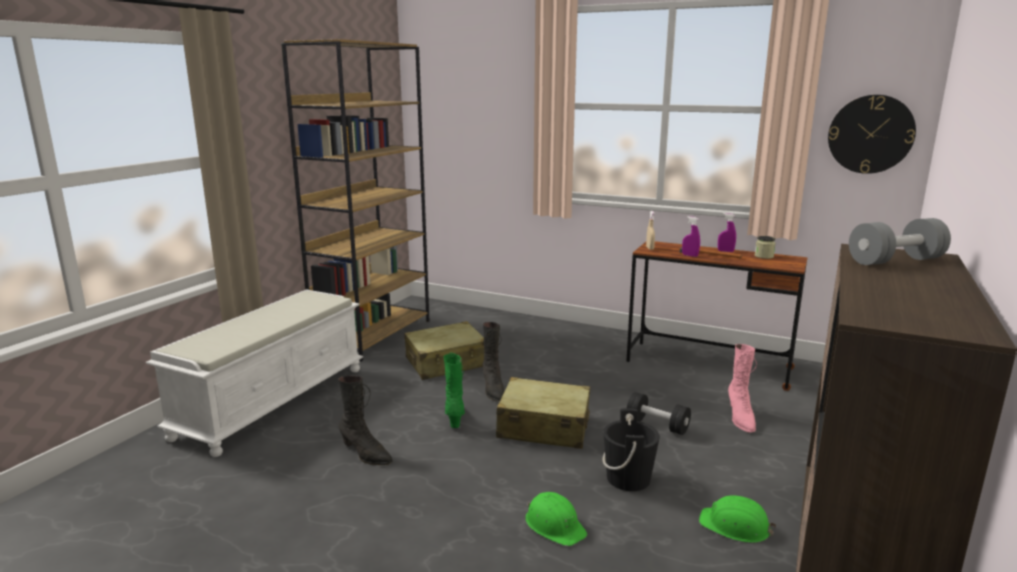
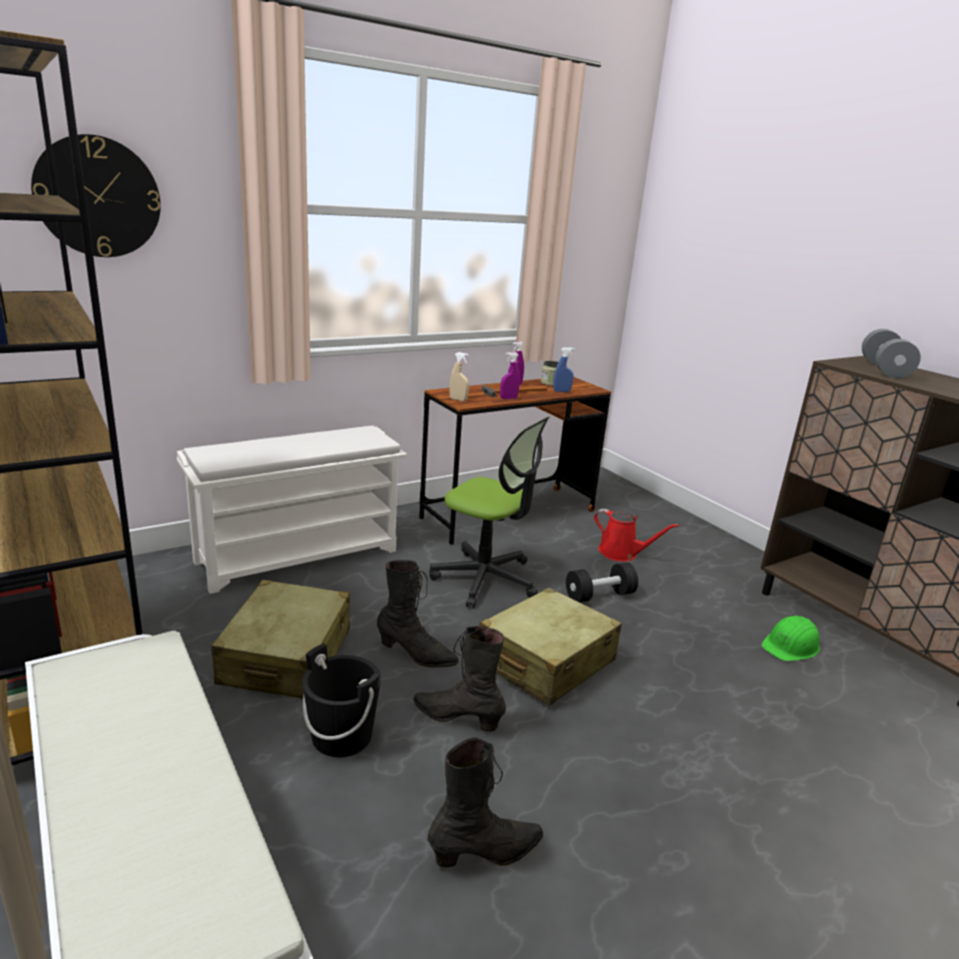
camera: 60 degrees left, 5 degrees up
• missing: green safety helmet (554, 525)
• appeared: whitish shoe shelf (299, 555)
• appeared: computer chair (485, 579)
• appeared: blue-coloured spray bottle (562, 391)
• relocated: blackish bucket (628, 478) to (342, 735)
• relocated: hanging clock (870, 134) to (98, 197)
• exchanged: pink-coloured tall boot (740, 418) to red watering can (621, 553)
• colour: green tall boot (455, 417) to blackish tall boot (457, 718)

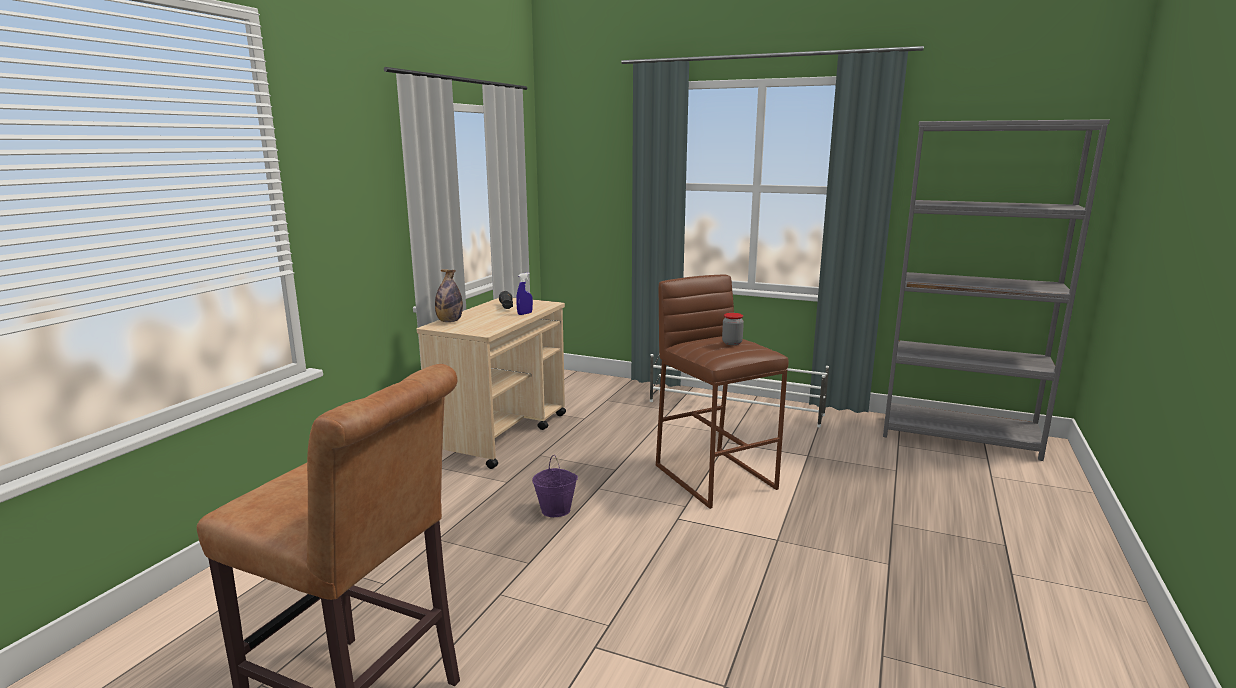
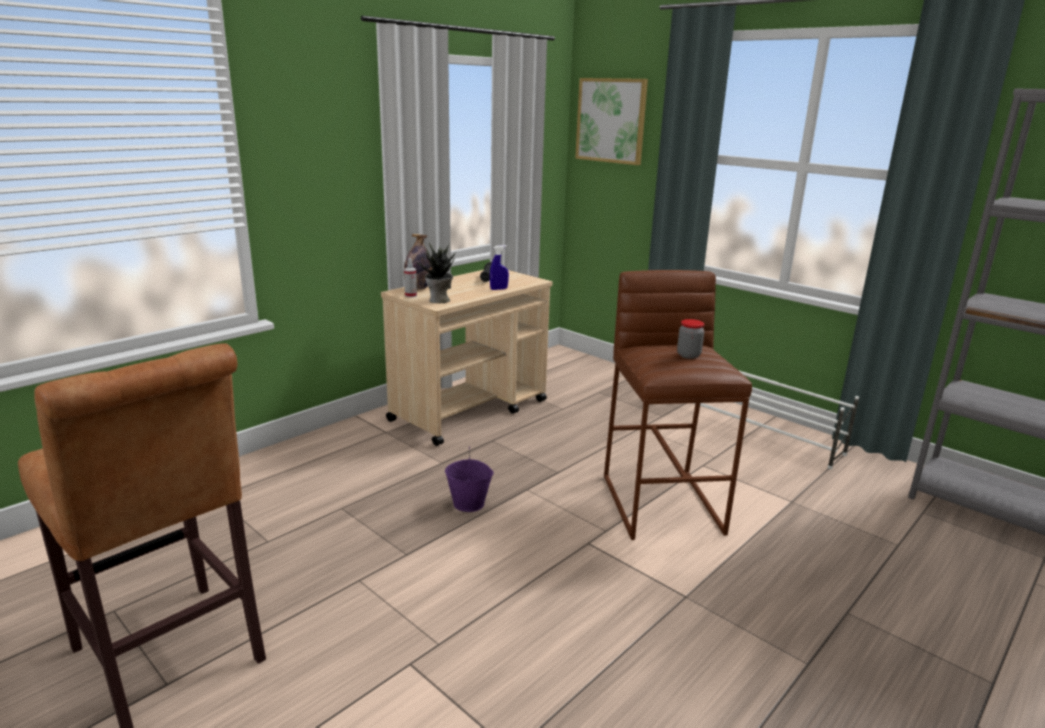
camera: 20 degrees right, 5 degrees up
• appeared: spray bottle (411, 296)
• appeared: potted plant (439, 300)
• appeared: wall picture (611, 120)

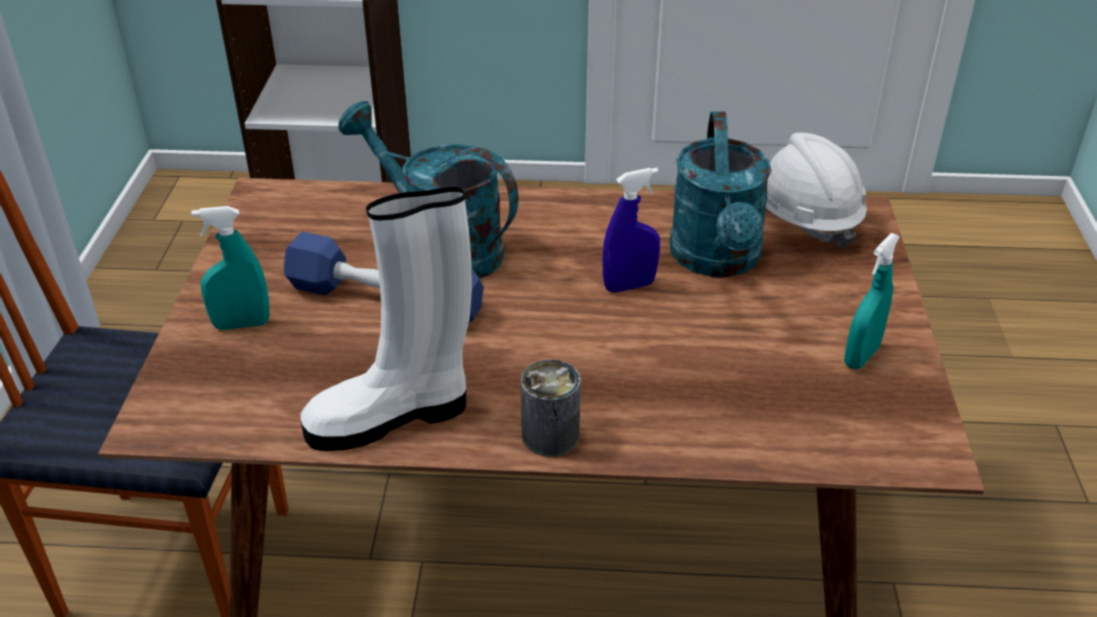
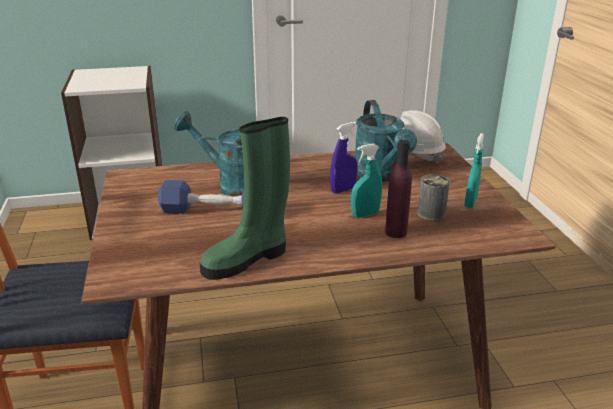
camera: 15 degrees left, 10 degrees down
• appeared: purple-coloured beverage bottle (396, 232)
• relocated: turquoise spray bottle (241, 324) to (365, 214)
• relocated: can (550, 436) to (431, 213)
• colour: whitish tall boot (392, 417) to green tall boot (247, 259)

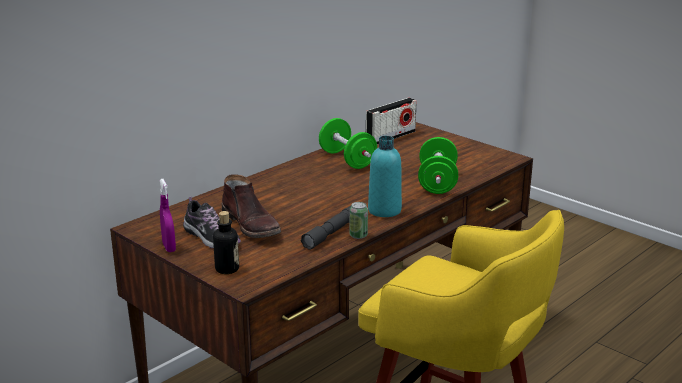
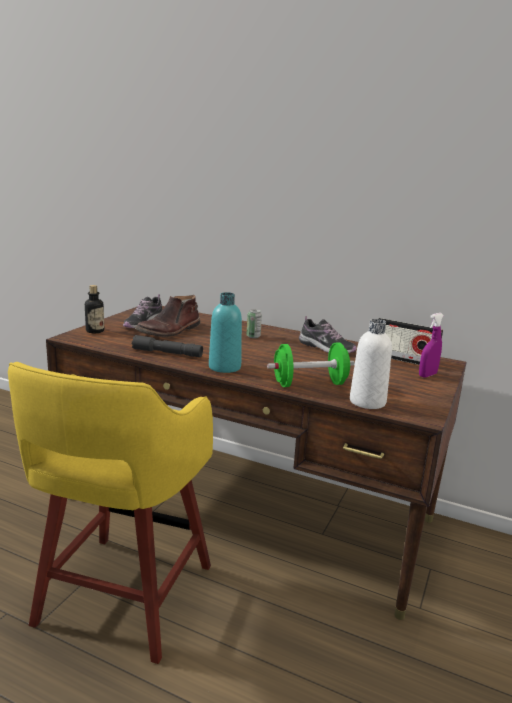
camera: 70 degrees right, 5 degrees down
• appeared: whitish beverage bottle (367, 402)
• relocated: purple-coloured spray bottle (169, 247) to (427, 375)
• relocated: can (358, 235) to (253, 336)
• exchanged: green free weight (347, 160) to shoe (326, 348)

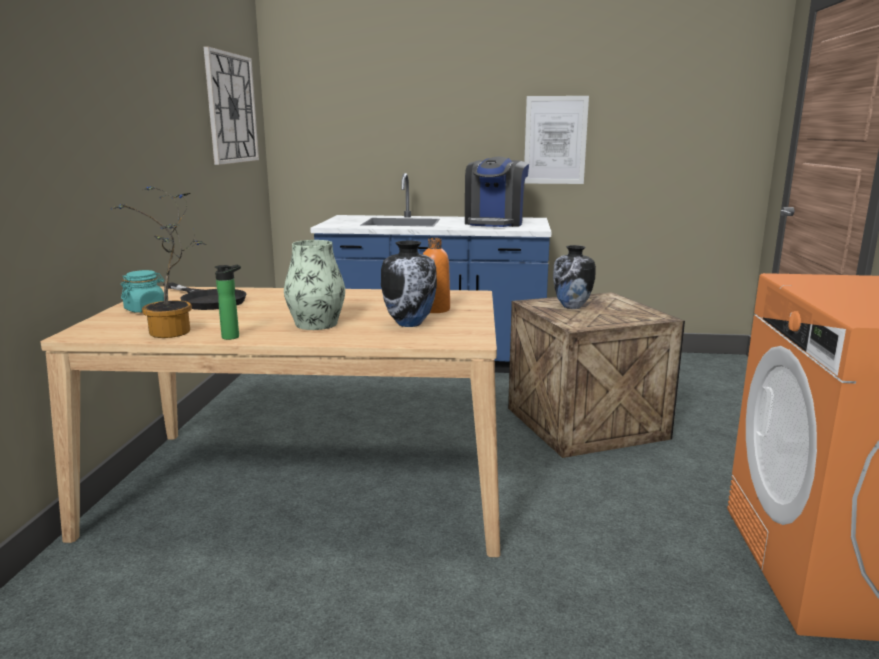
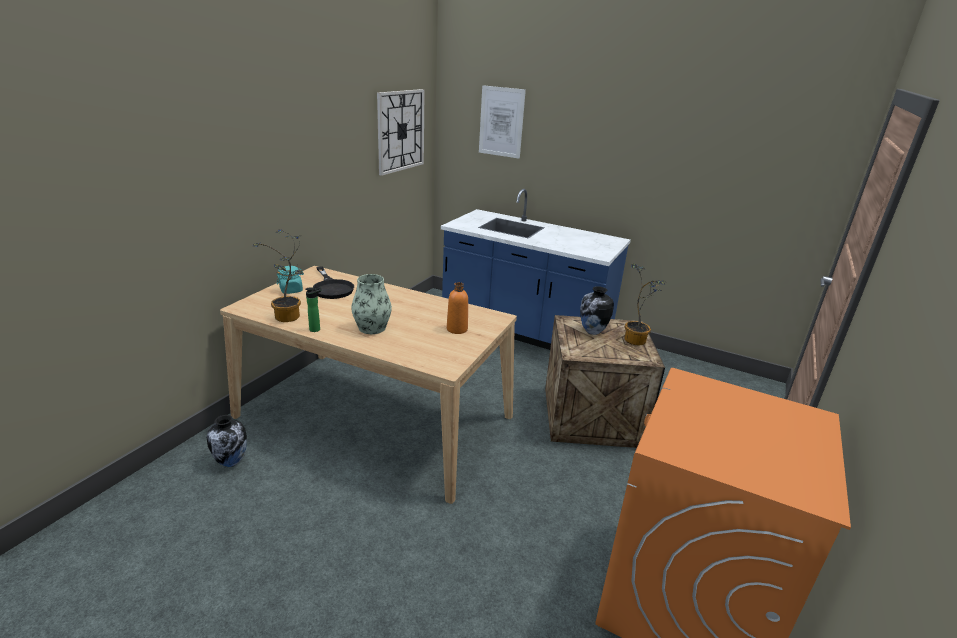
camera: 20 degrees right, 10 degrees up
• missing: coffee maker (495, 223)
• appeared: potted plant (637, 339)
• relocated: flower vase (410, 323) to (232, 462)
• relocated: wall picture (555, 140) to (501, 122)

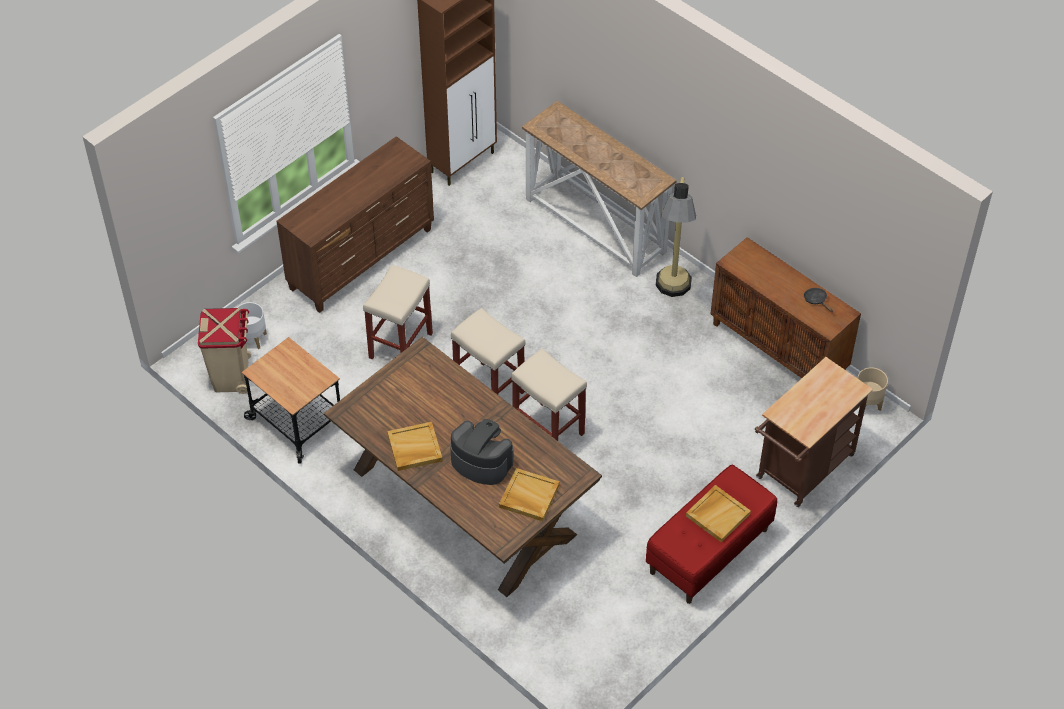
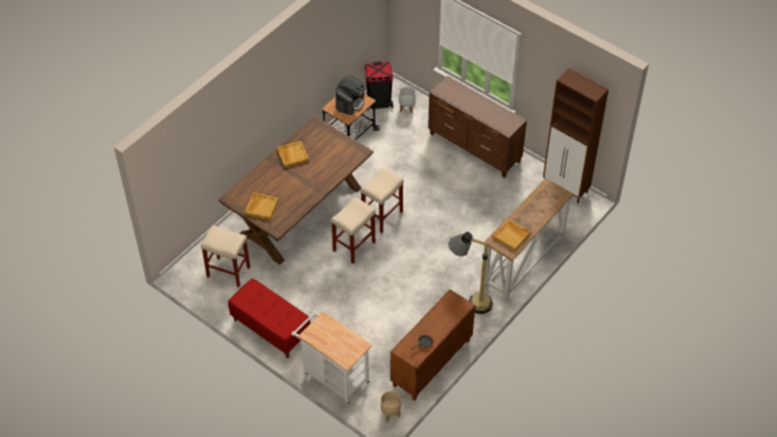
camera: 85 degrees right, 0 degrees up
• relocated: sand-coloured sitting stool (400, 346) to (228, 272)
• relocated: coffee maker (481, 462) to (350, 102)
• relocated: sand-coloured serving tray (717, 514) to (511, 235)
• colour: sand-coloured trash can (232, 376) to blackish trash can (379, 103)
• colour: brown wheeled cart (801, 471) to whitish wheeled cart (333, 376)

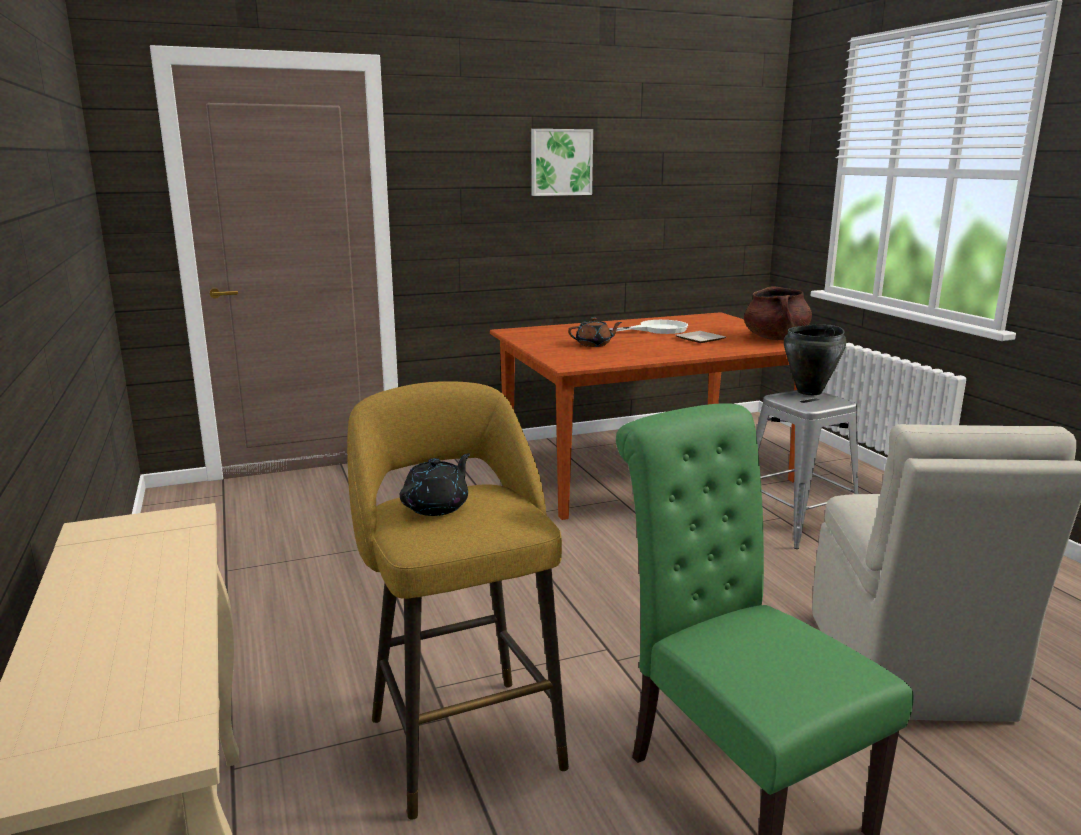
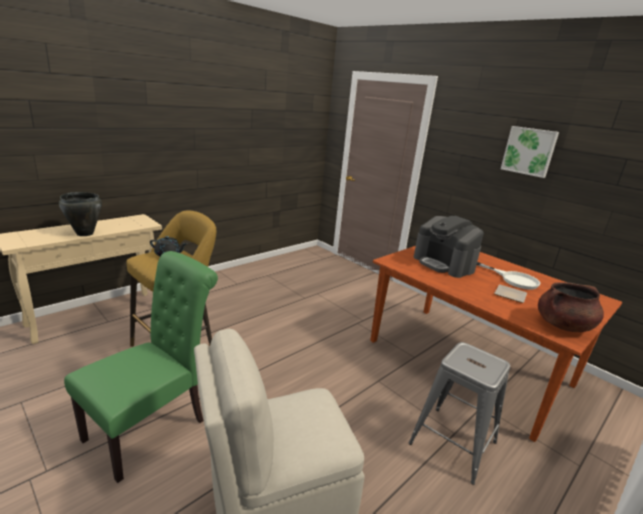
camera: 65 degrees right, 5 degrees up
• relocated: blackish cooking pot (810, 392) to (85, 234)
• exchanged: brown teapot (594, 344) to coffee maker (444, 264)

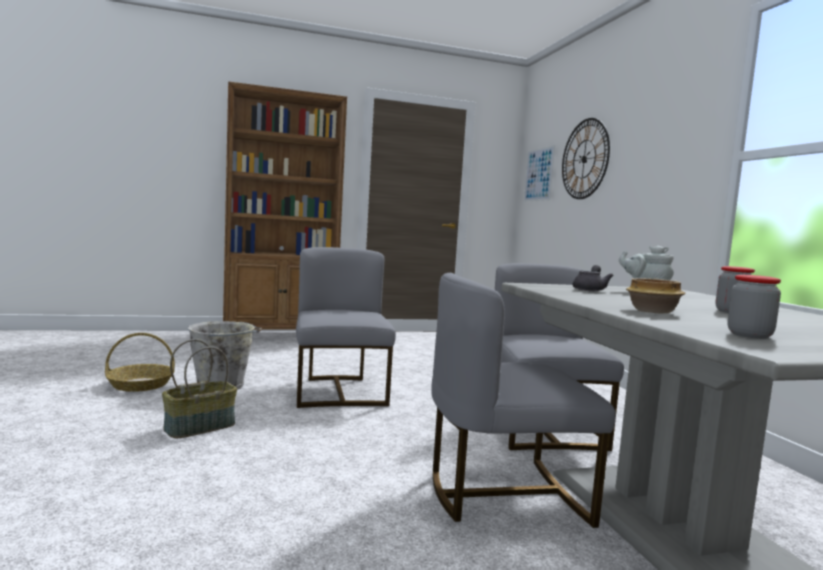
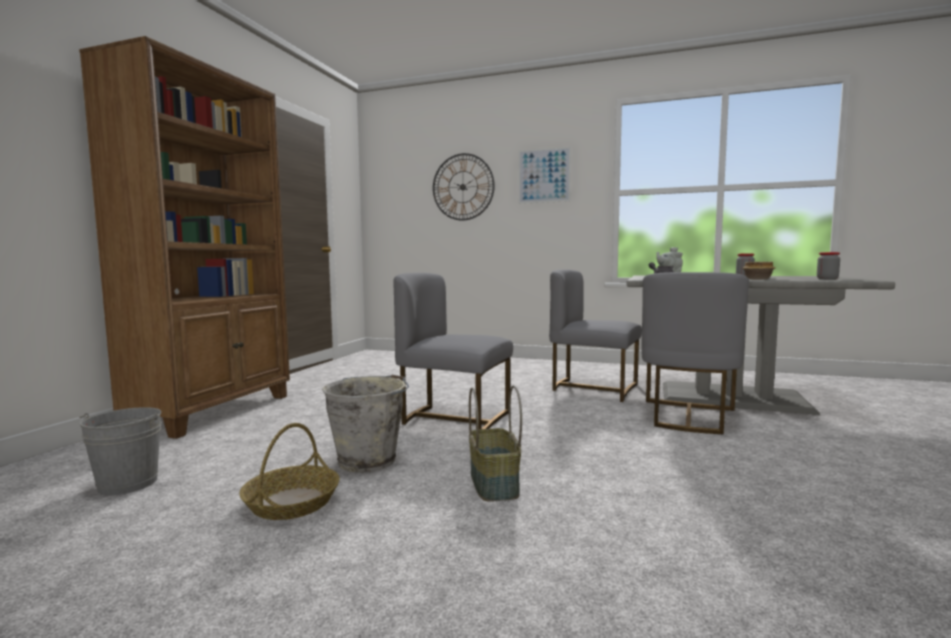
camera: 55 degrees left, 0 degrees up
• appeared: greyish bucket (127, 484)
• relocated: wall picture (539, 174) to (544, 175)

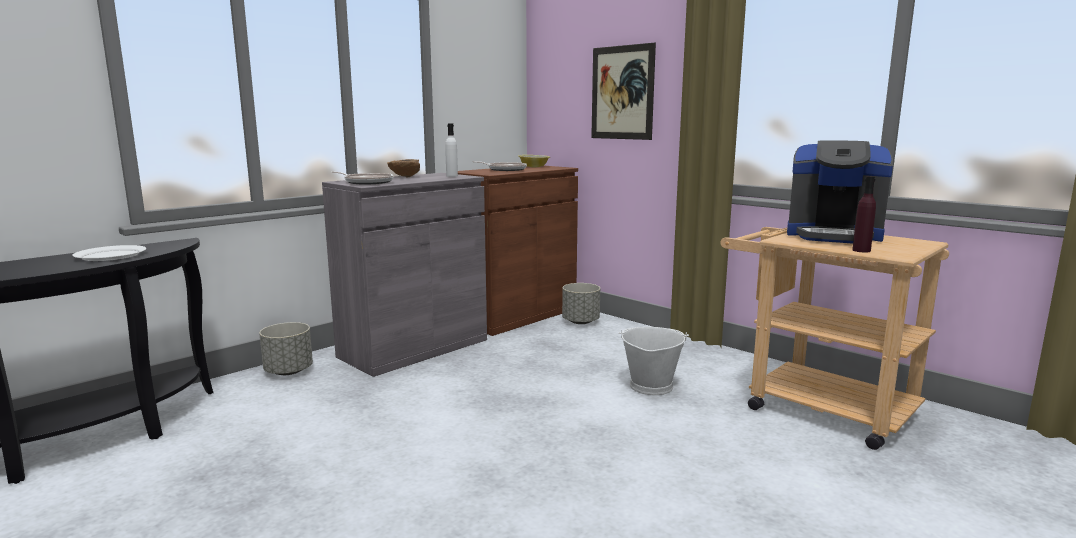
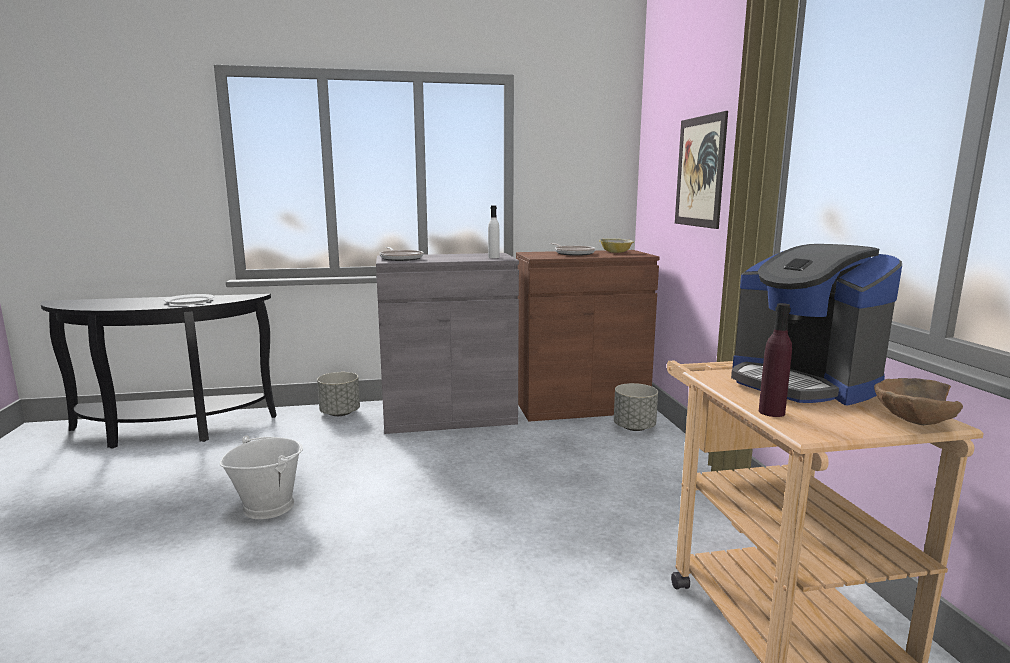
camera: 35 degrees right, 0 degrees up
• relocated: brown deep dish (404, 177) to (910, 422)
• relocated: whitish bucket (650, 386) to (268, 506)

